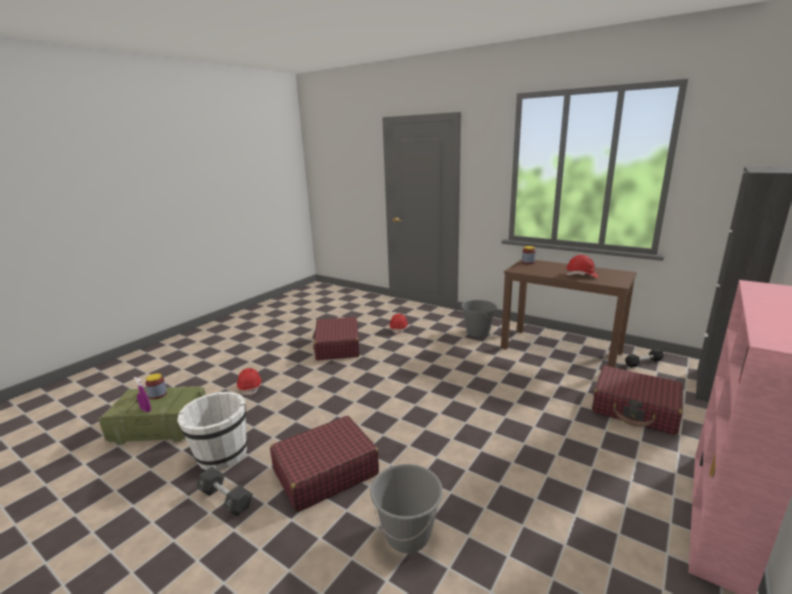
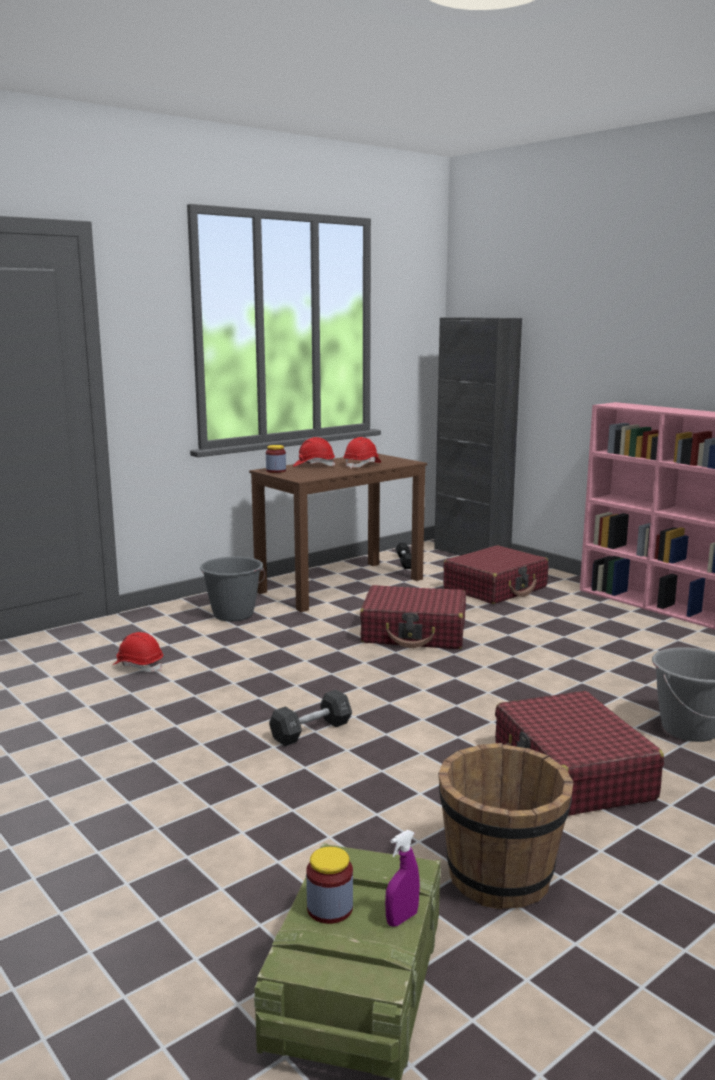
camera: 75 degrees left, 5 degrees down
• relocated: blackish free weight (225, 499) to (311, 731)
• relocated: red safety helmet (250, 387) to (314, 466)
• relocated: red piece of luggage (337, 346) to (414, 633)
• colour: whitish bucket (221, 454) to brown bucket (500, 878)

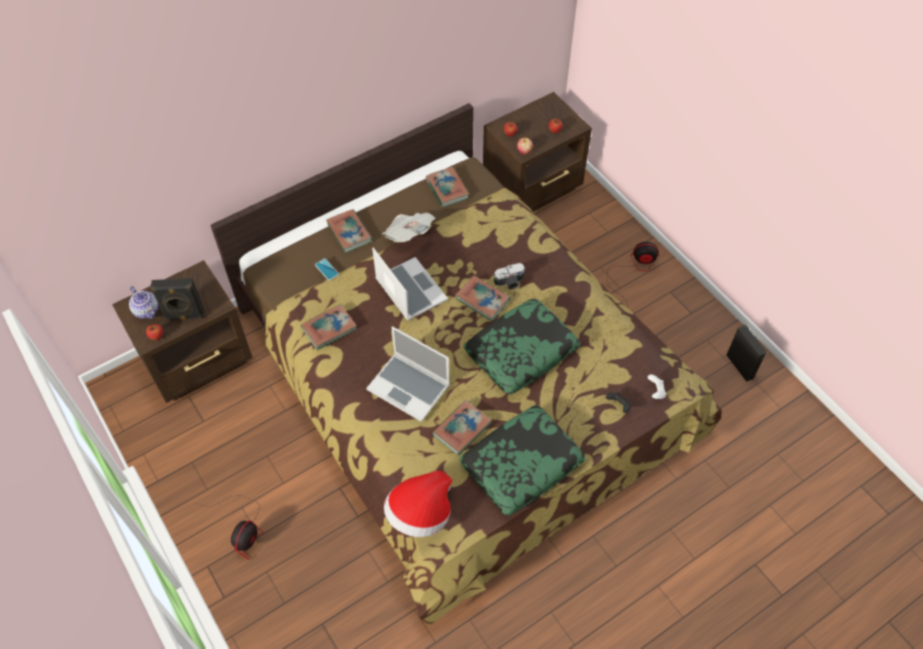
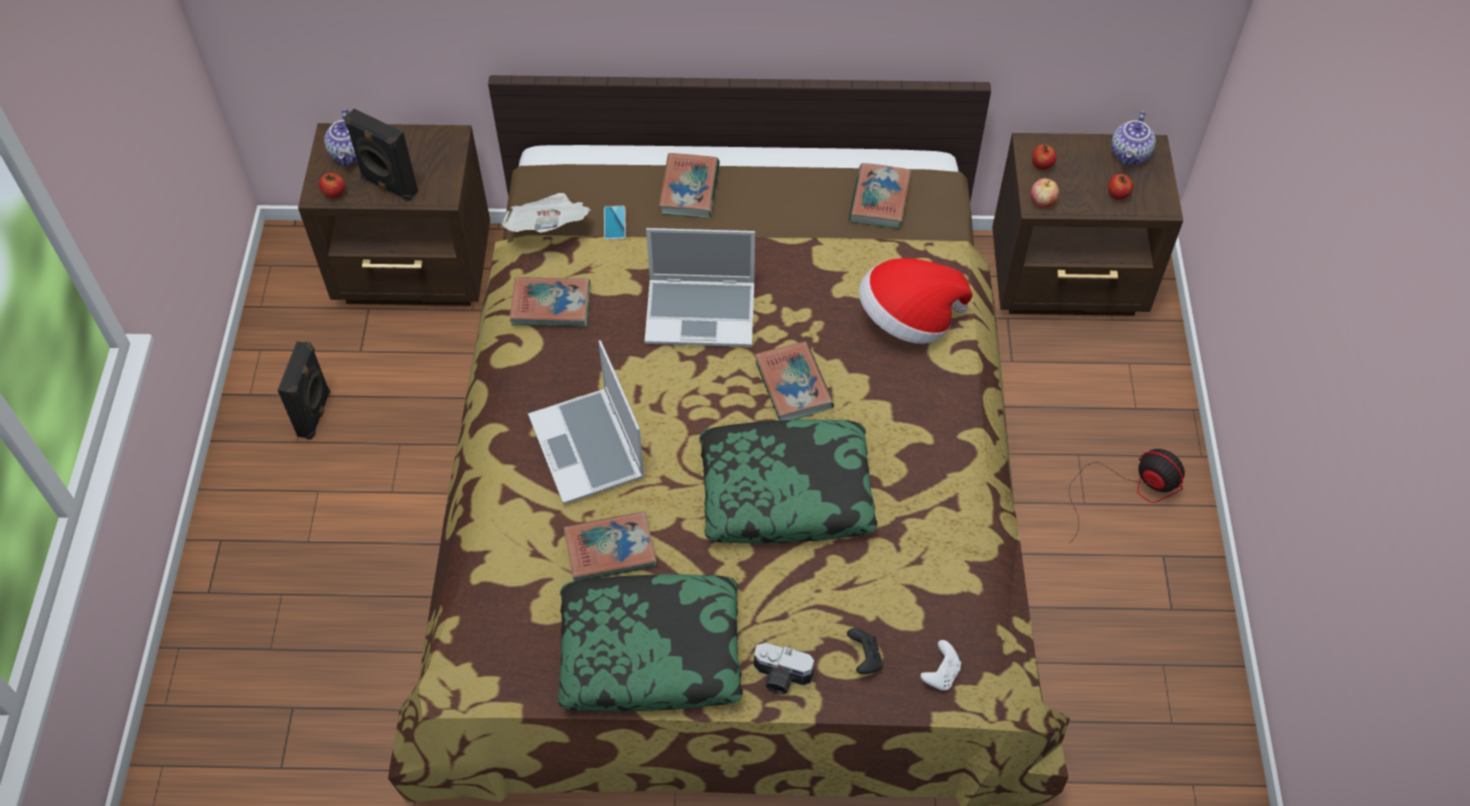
camera: 35 degrees right, 0 degrees up
• missing: fan (243, 529)
• appeared: teapot (1130, 155)
• relocated: printed paper (408, 235) to (549, 229)
• relocated: hat (420, 513) to (908, 320)
• relocated: still camera (510, 283) to (780, 678)
• relocated: blackish speaker (740, 366) to (316, 414)
• spun: laptop (409, 290) = (702, 313) 90 degrees clockwise

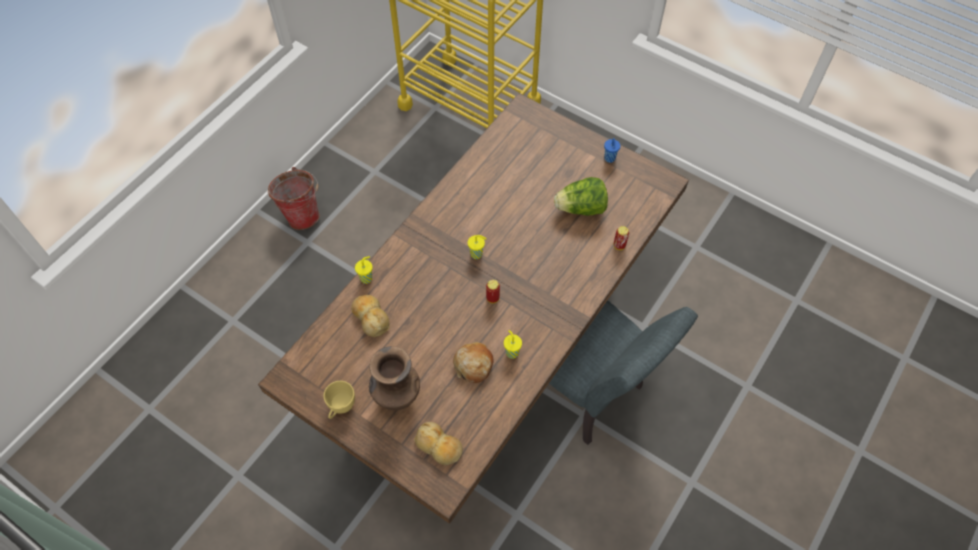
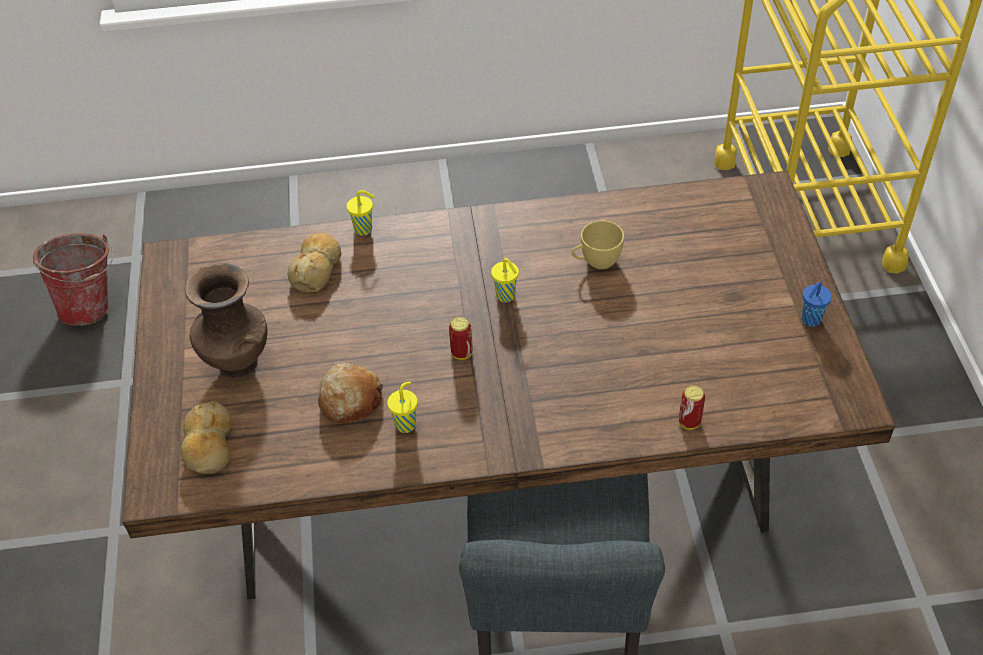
camera: 50 degrees right, 10 degrees down
• missing: lettuce (581, 208)
• relocated: bucket (302, 214) to (92, 305)
• relocated: yellowish cup (340, 407) to (596, 262)

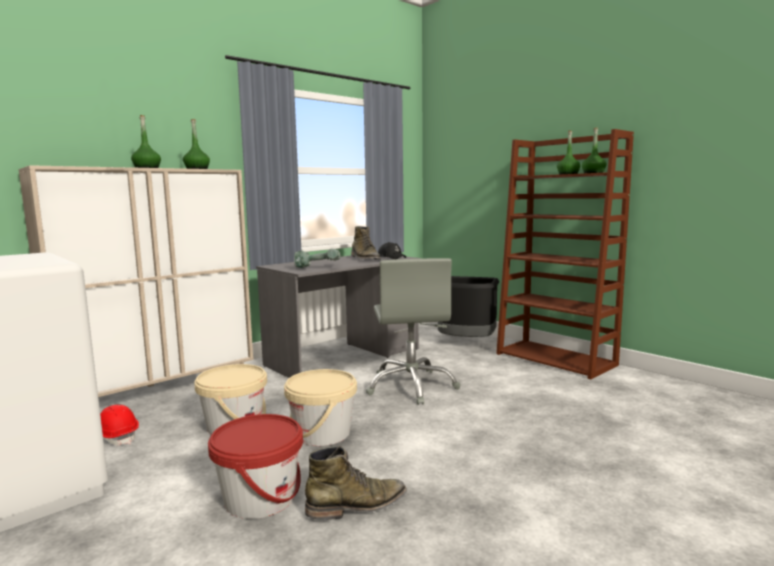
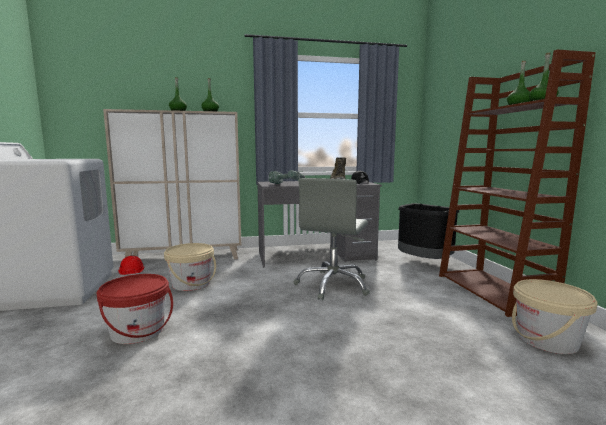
camera: 30 degrees right, 0 degrees up
• missing: green tall boot (357, 506)
• relocated: sand-coloured bucket (322, 433) to (547, 340)

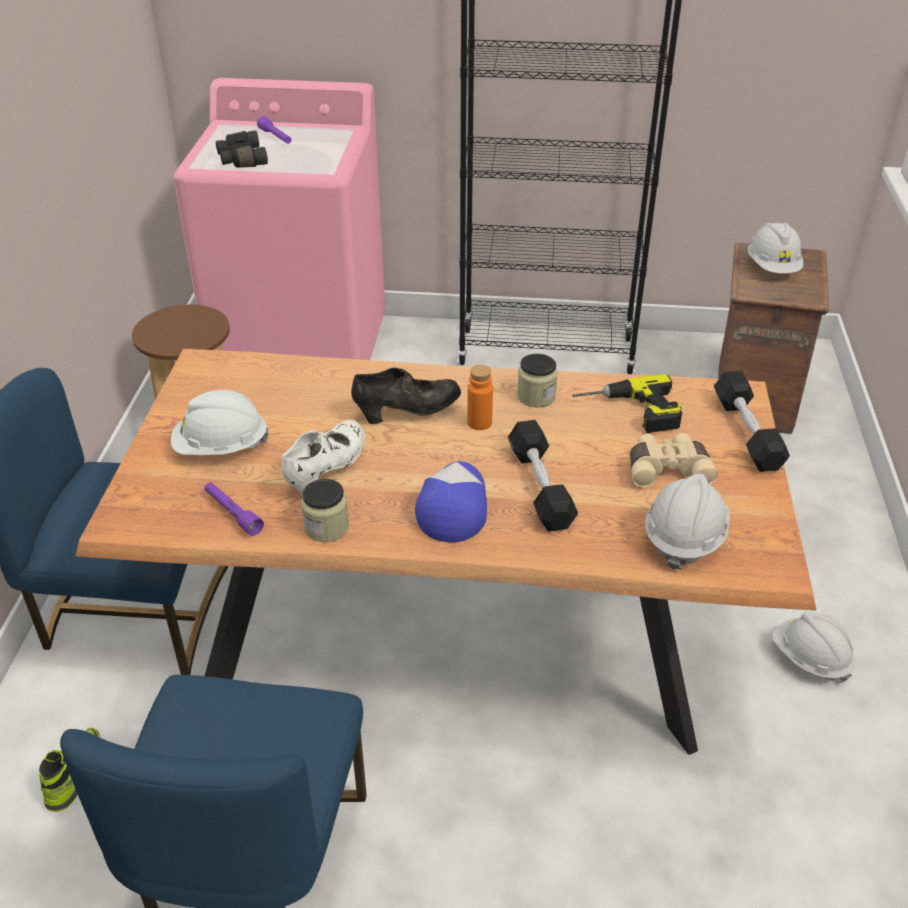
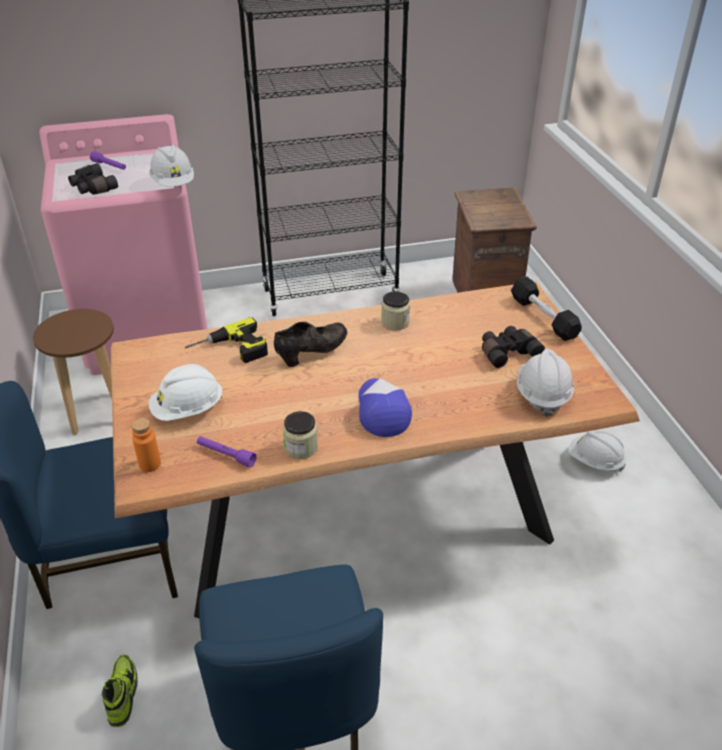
camera: 20 degrees left, 0 degrees up
• missing: whitish shoe (327, 472)
• missing: blackish free weight (540, 487)
• relocated: orangey beverage bottle (479, 423) to (150, 464)
• relocated: drill (629, 412) to (230, 351)
• relocated: whitish safety helmet (772, 267) to (173, 183)
• colour: sand-coloured pair of binoculars (667, 469) to blackish pair of binoculars (507, 352)

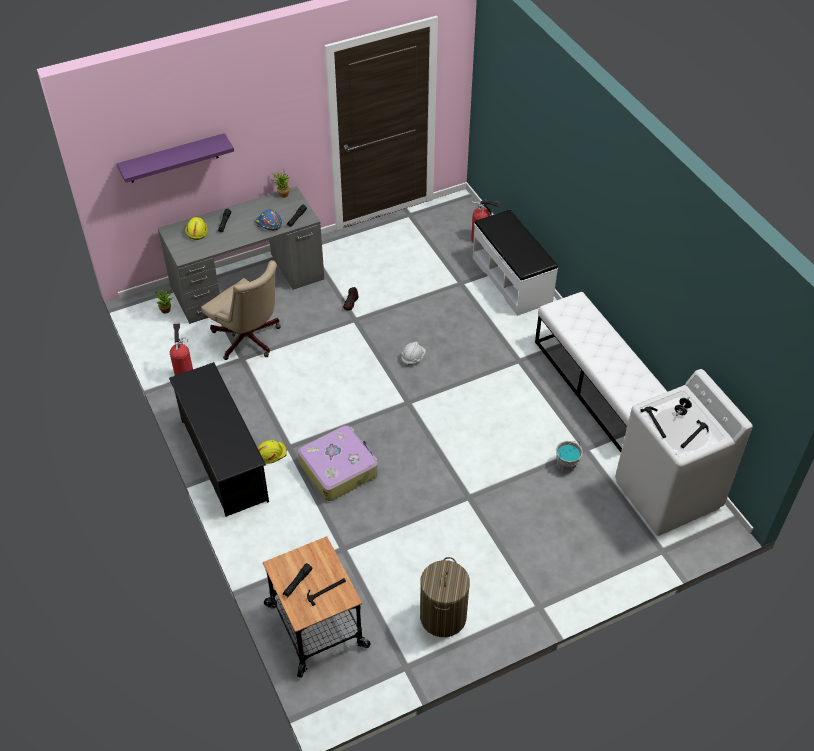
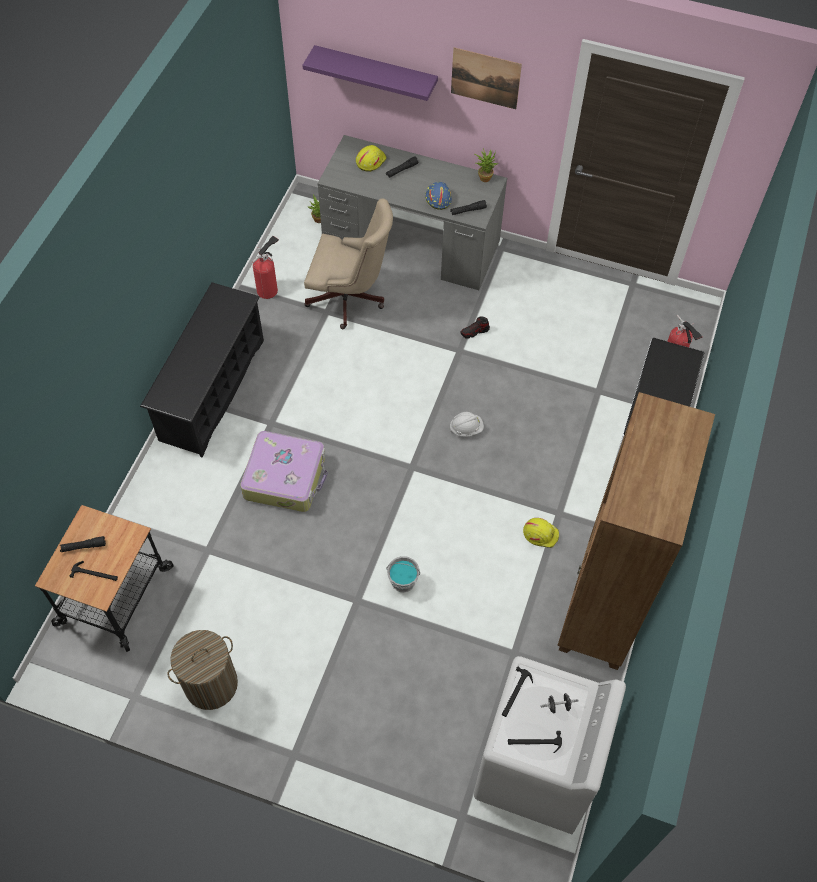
camera: 45 degrees right, 10 degrees up
• appeared: wall picture (485, 78)
• relocated: yellowish safety helmet (271, 453) to (540, 534)
• relocated: greyish bucket (566, 464) to (402, 582)
• exchanged: whitish indoor bench (598, 388) to brown bookcase (601, 606)
• spun: sand-coloured computer chair (249, 341) = (350, 299) 75 degrees counterclockwise

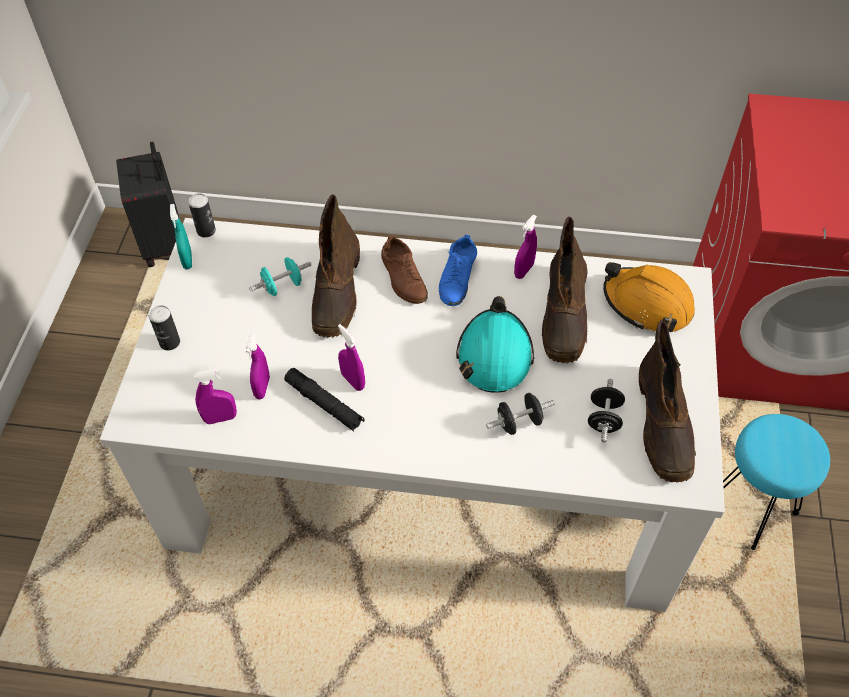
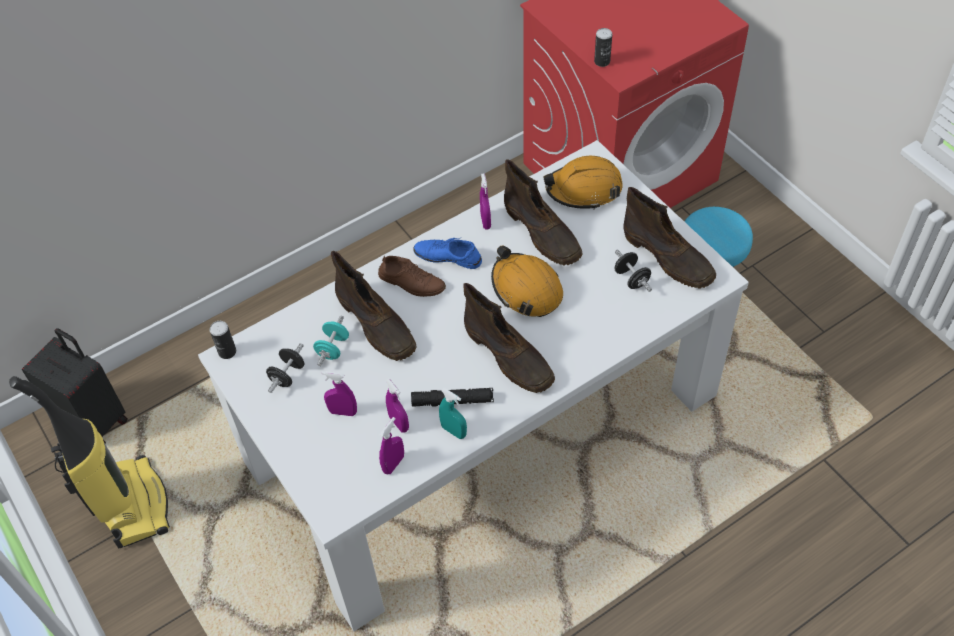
camera: 40 degrees left, 0 degrees up
• appeared: vacuum cleaner (131, 504)
• appeared: brown tall boot (509, 356)
• relocated: can (170, 342) to (602, 61)
• relocated: turquoise spray bottle (187, 260) to (454, 431)
• relocated: purple-coloured spray bottle (353, 381) to (343, 412)
• relocated: blackish free weight (519, 422) to (287, 375)
• colour: turquoise safety helmet (494, 355) to orangey safety helmet (526, 289)
• spun: blue-coloured shoe (457, 278) = (448, 256) 135 degrees clockwise

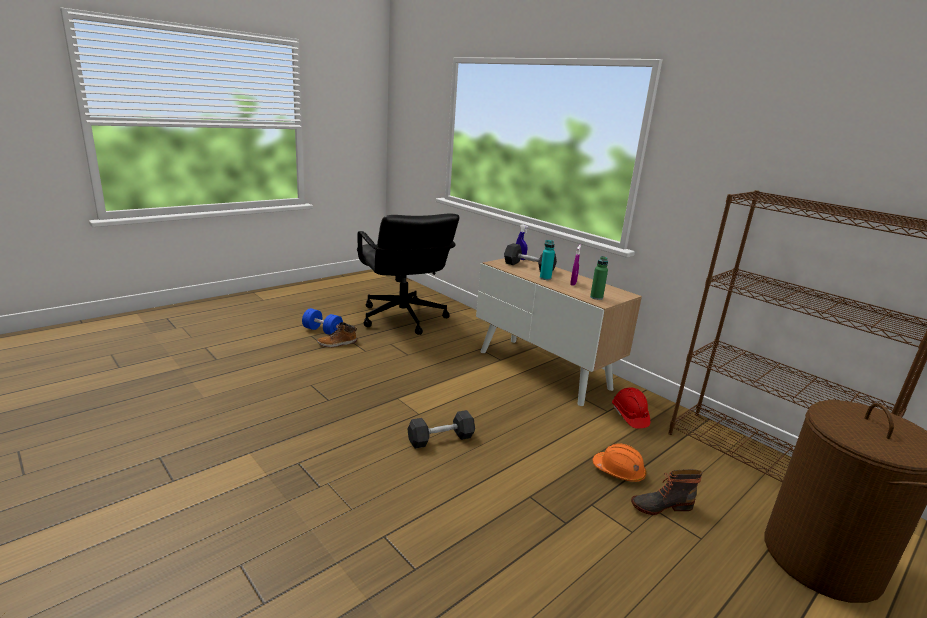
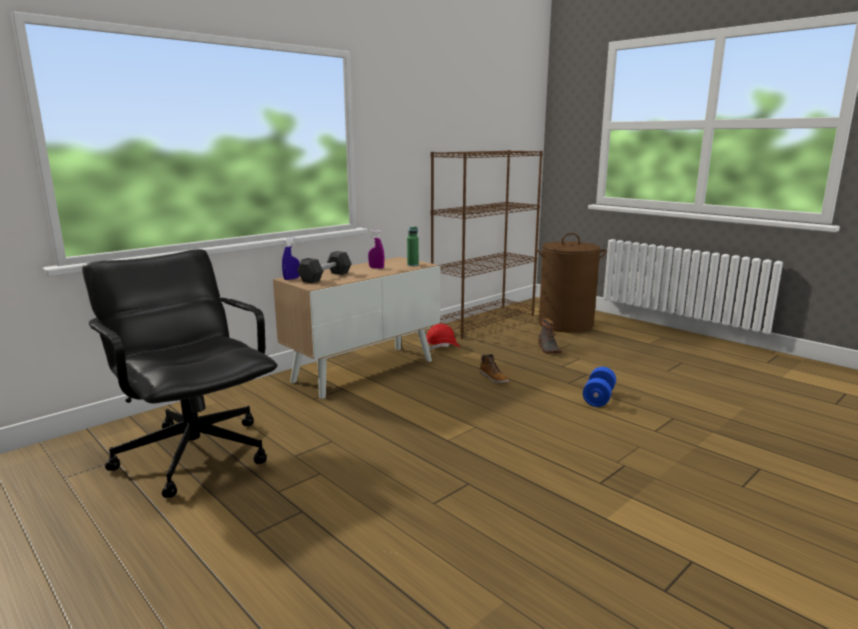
camera: 90 degrees left, 5 degrees down
• missing: greyish free weight (440, 439)
• missing: turquoise beverage bottle (545, 278)
• missing: orangey safety helmet (619, 471)
• relocated: blue-coloured free weight (322, 331) to (598, 398)
• relocated: tall boot (337, 343) to (494, 378)
• spun: blackish computer chair (402, 318) = (195, 453) 105 degrees counterclockwise

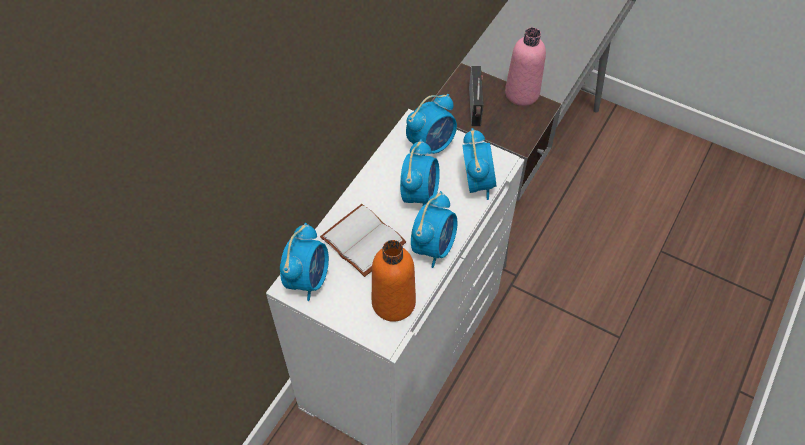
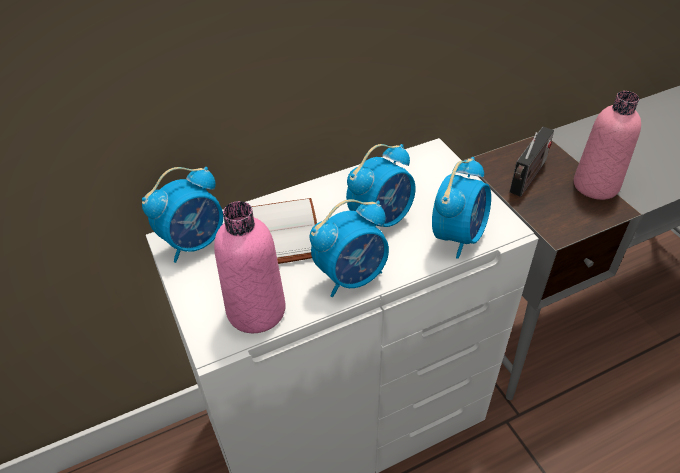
camera: 35 degrees right, 10 degrees down
• missing: alarm clock (431, 145)
• colour: orangey beverage bottle (393, 303) to pink-coloured beverage bottle (256, 310)

